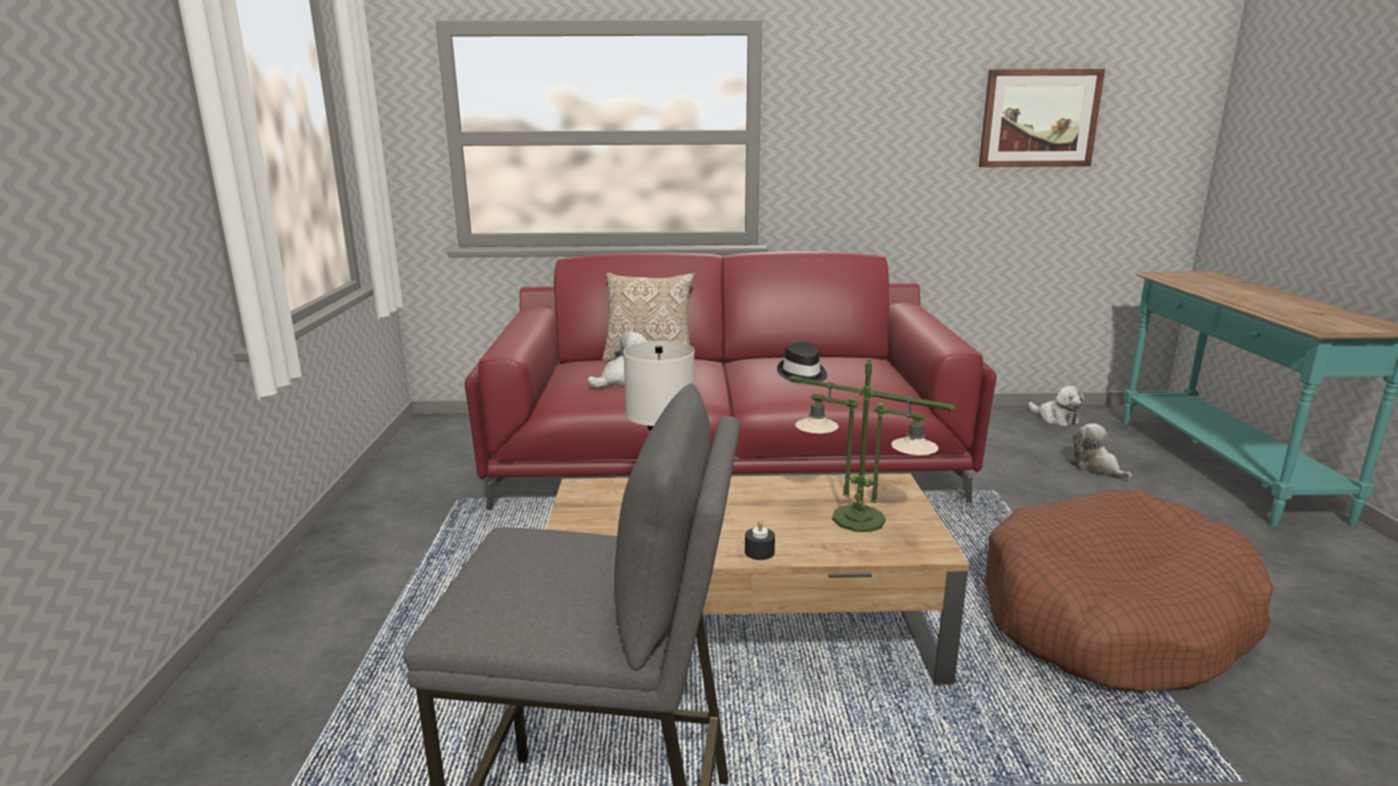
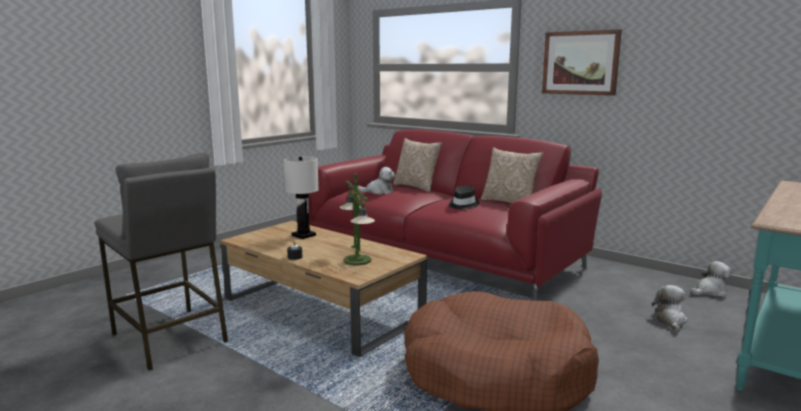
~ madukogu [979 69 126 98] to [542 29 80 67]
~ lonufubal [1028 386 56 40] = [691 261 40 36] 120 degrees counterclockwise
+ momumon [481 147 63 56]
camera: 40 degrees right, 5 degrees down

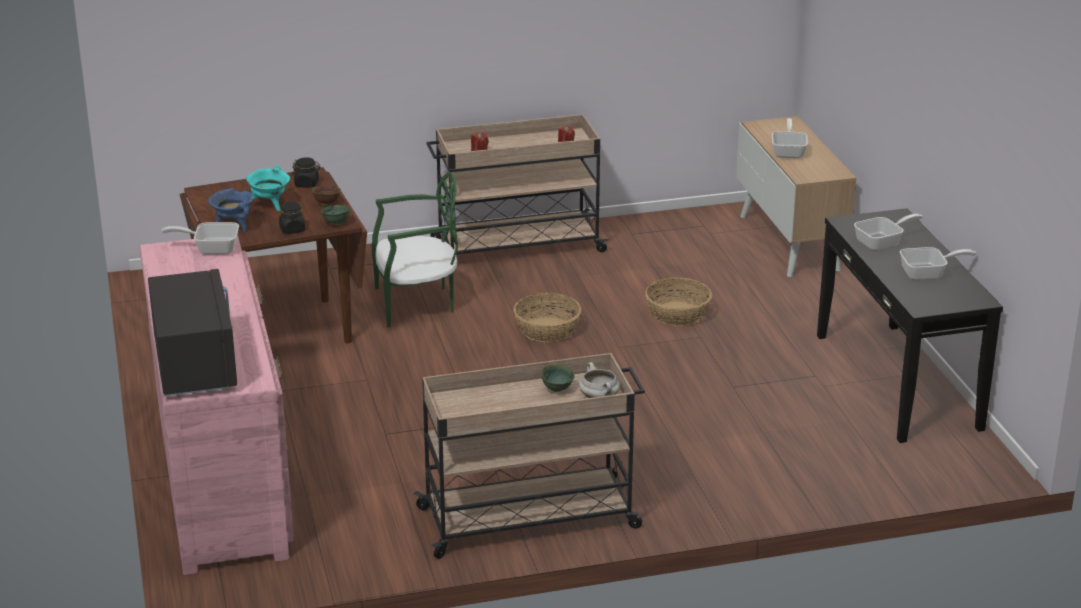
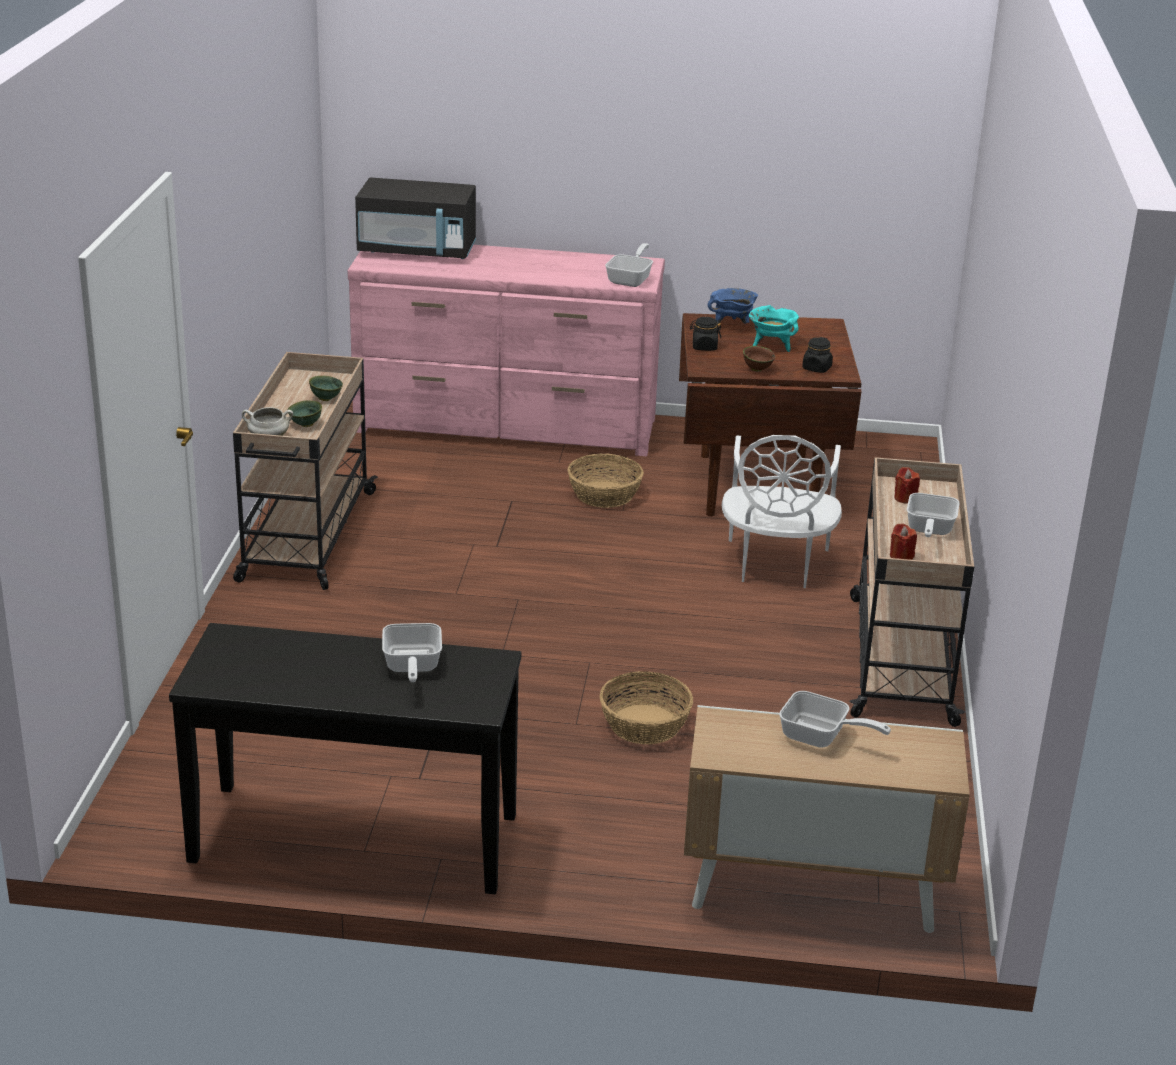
~ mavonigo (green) [321 205 29 21] to [309 376 34 25]
~ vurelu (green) [372 172 86 155] to vurelu (white) [722 435 120 153]
~ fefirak [513 293 68 50] to [568 453 76 55]
~ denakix [900 247 76 33] to [907 493 53 44]
camera: 110 degrees right, 0 degrees up

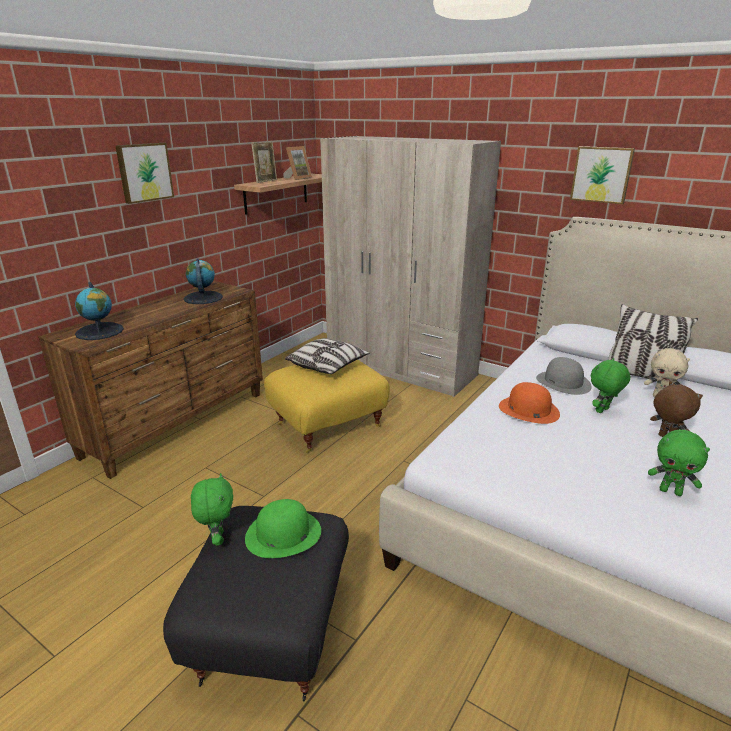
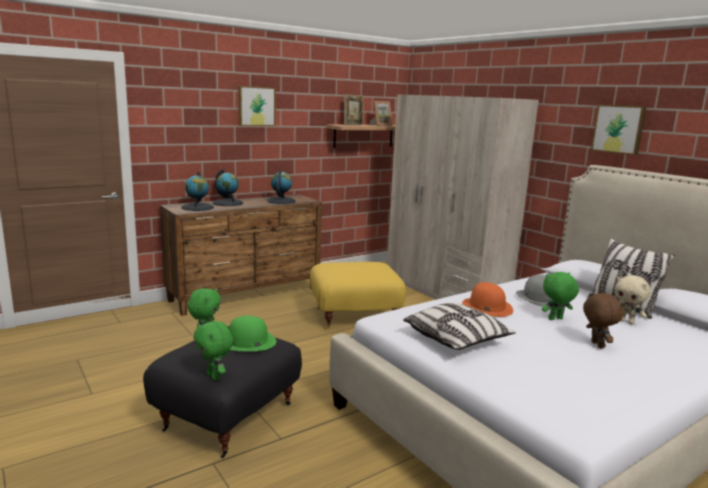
~ momumon [285 338 84 36] to [403 303 113 47]
~ lonufubal (green) [648 430 62 66] to [193 321 40 59]
+ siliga [212 169 31 37]
camera: 20 degrees right, 10 degrees down

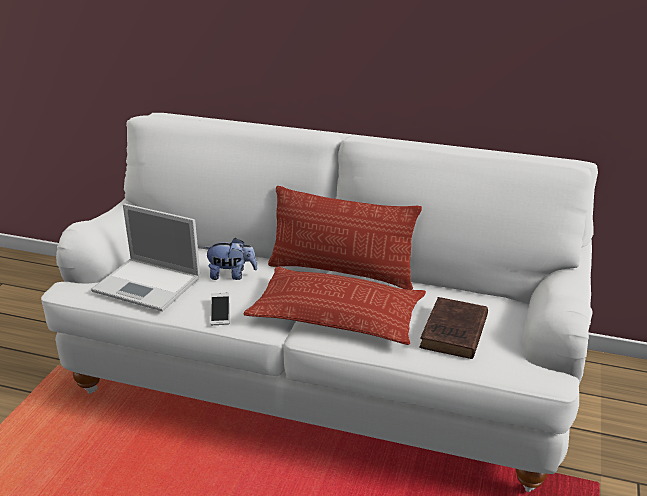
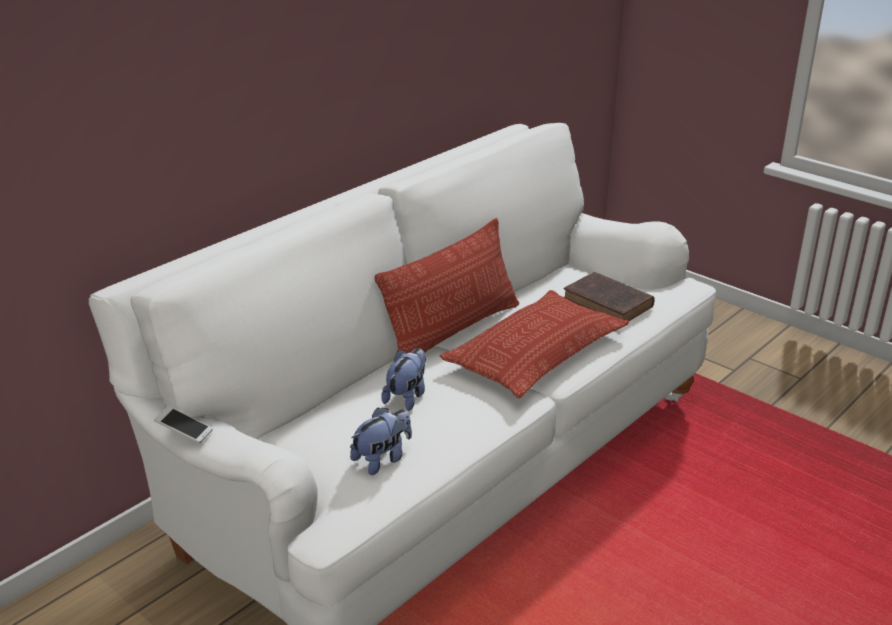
~ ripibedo [91 204 109 107] to lonufubal [350 407 62 68]
~ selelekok [210 293 20 32] to [154 406 59 38]
camera: 65 degrees left, 0 degrees up

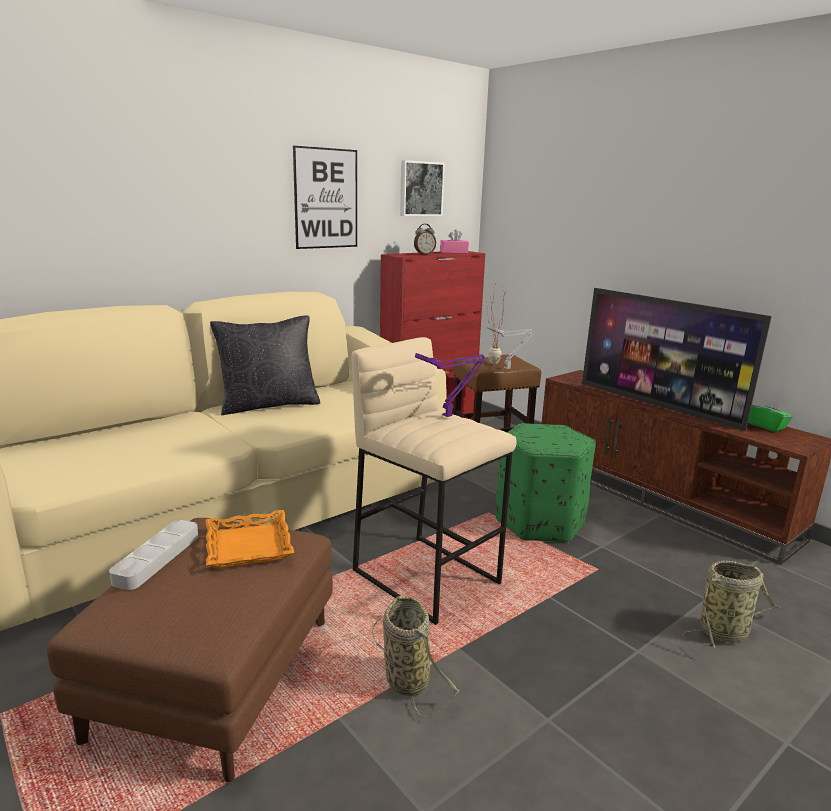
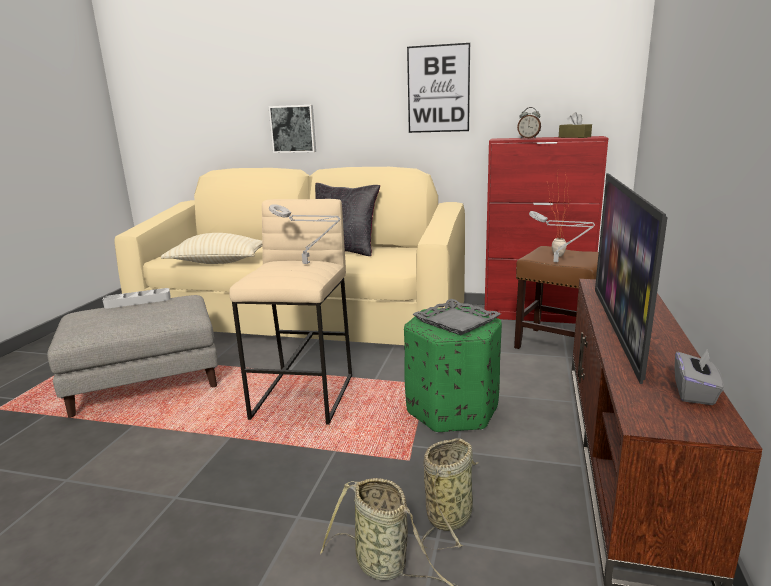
~ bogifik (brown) [47 518 286 264] to bogifik (grey) [47 295 171 123]
- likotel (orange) [206 510 88 58]
~ fefirak [372 596 88 122] to [421 438 57 112]
~ madukogu [400 160 45 56] to [268 105 48 48]
~ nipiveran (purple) [415 353 71 64] to nipiveran (grey) [269 204 71 60]
~ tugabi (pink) [440 229 29 24] to tugabi (brown) [559 112 33 26]
~ tugabi (green) [748 397 45 35] to tugabi (grey) [675 348 49 57]
+ momumon (beige) [161 233 101 31]
+ likotel (grey) [413 299 88 36]
camera: 55 degrees right, 0 degrees up

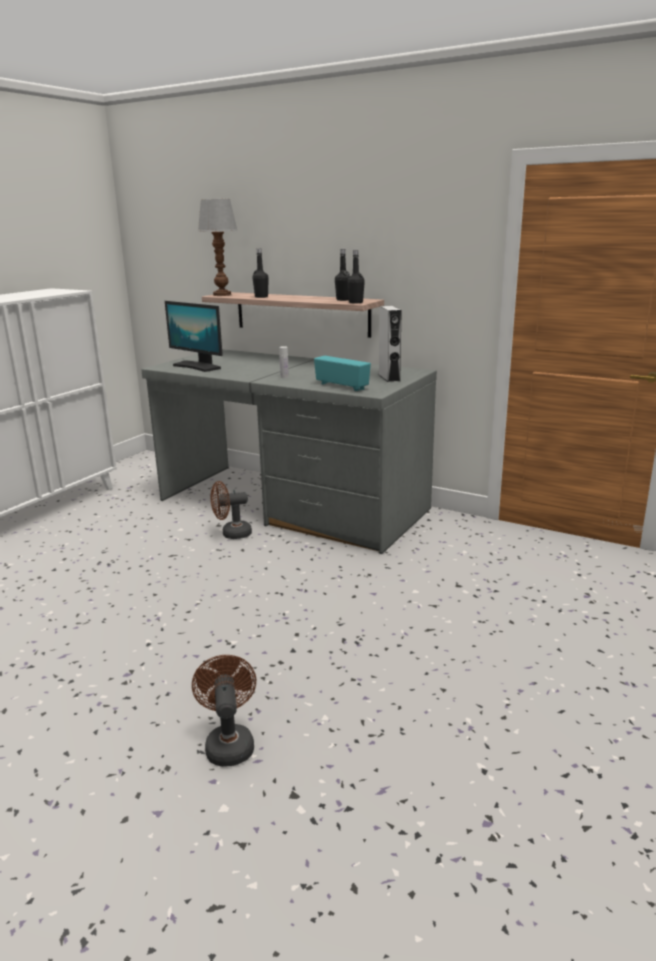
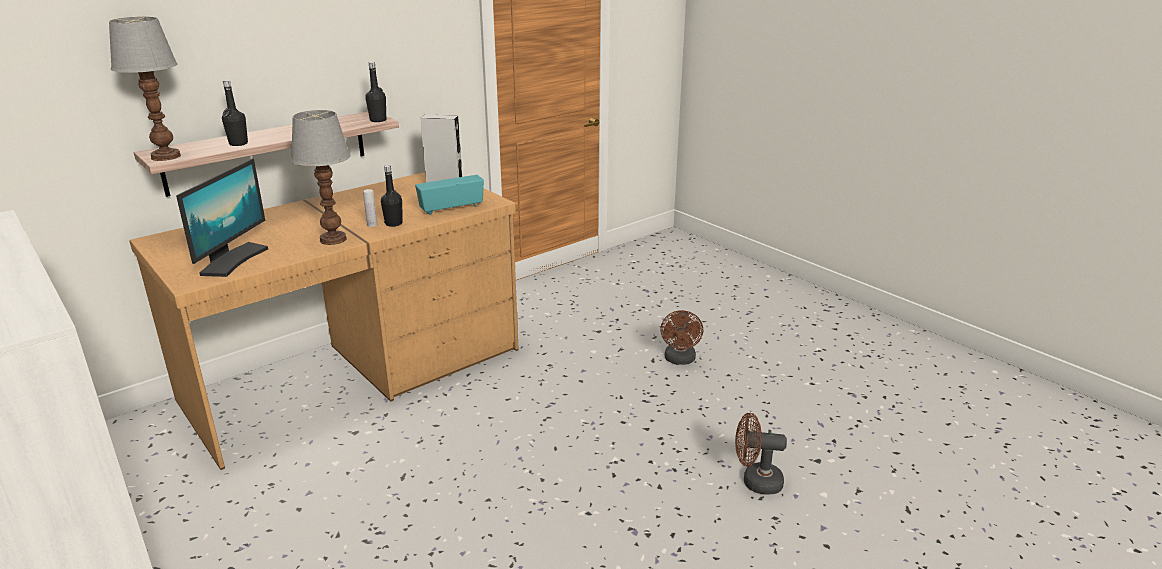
~ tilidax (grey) [141 349 296 205] to tilidax (brown) [129 172 390 298]
~ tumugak [165 301 58 71] = [176 158 92 119] 45 degrees counterclockwise
~ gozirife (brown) [210 481 42 58] to [660 310 43 55]
~ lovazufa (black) [335 249 15 52] to [381 165 22 62]
+ nipiveran [291 110 60 135]
camera: 70 degrees left, 5 degrees up

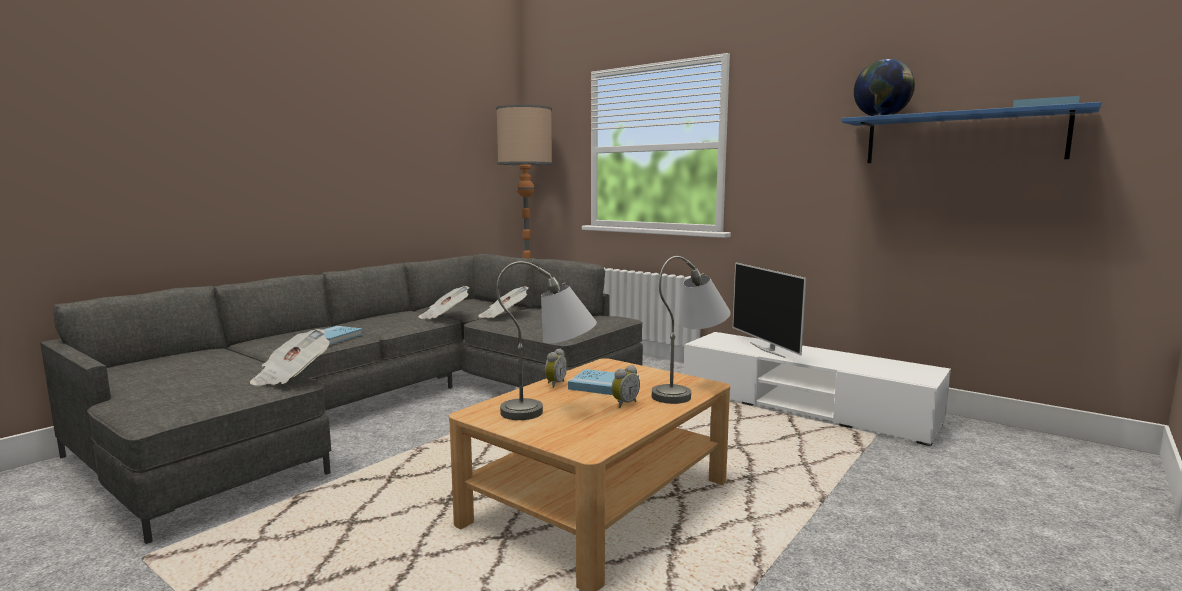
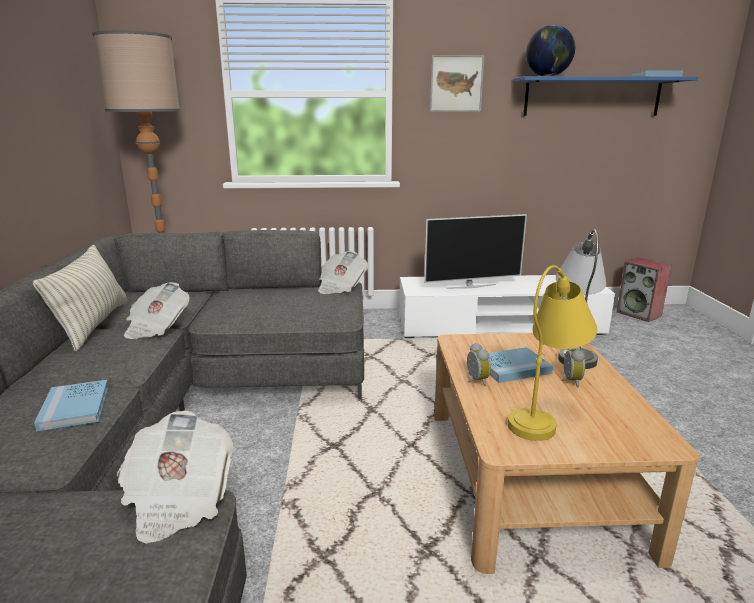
~ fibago [478 286 51 32] to [318 251 50 43]
~ nipiveran (grey) [497 261 100 159] to nipiveran (yellow) [508 265 89 176]
~ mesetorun [733 263 73 95] = [424 214 103 75] 45 degrees counterclockwise
+ momumon [33 245 94 107]
+ madukogu [430 55 55 57]
+ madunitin [616 258 56 64]
camera: 40 degrees left, 10 degrees up

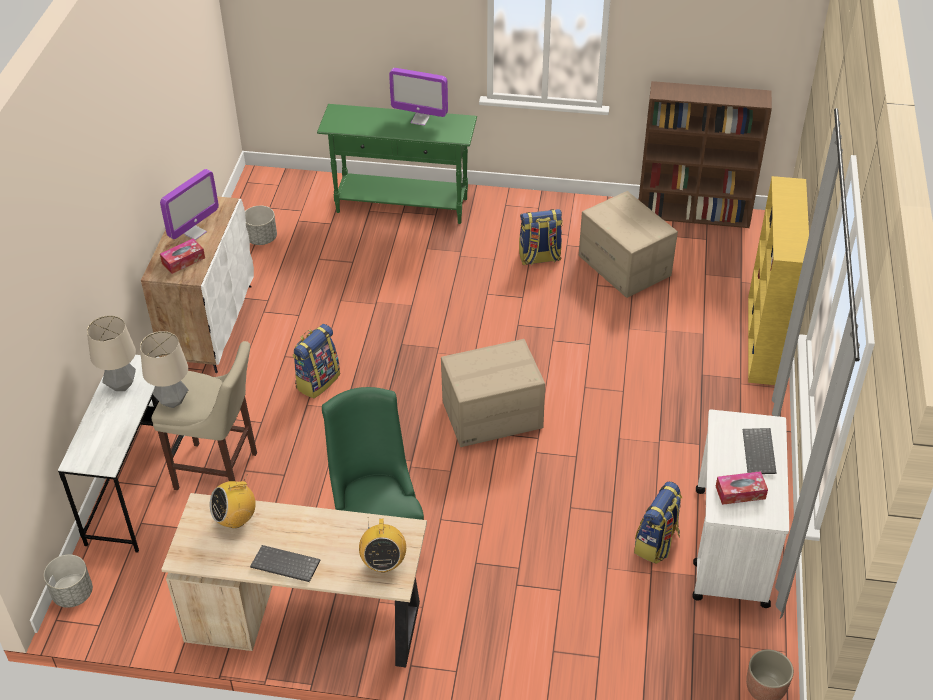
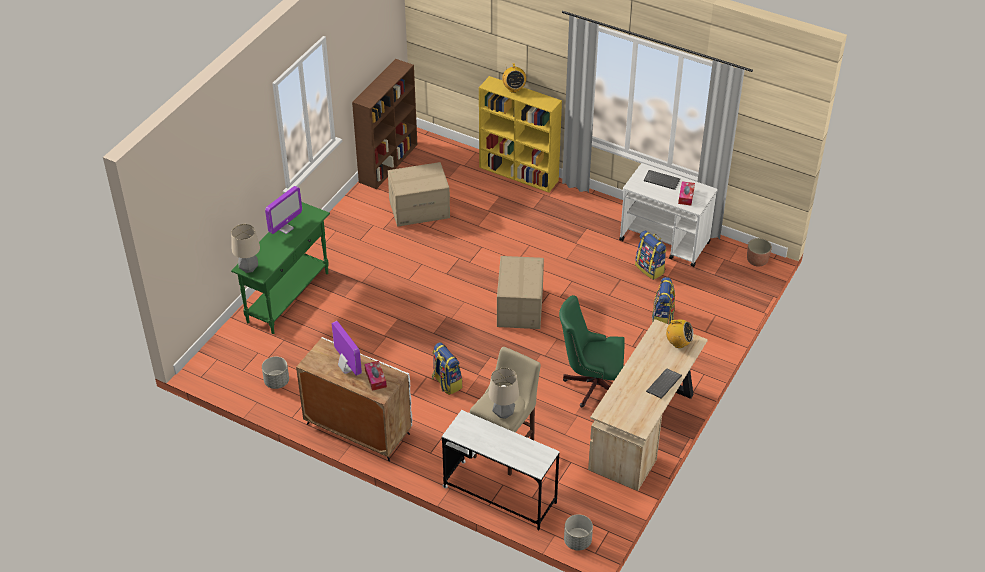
~ nipiveran [87 315 49 76] to [231 224 29 49]
~ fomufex [210 474 46 54] to [502 63 24 30]
~ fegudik [519 209 44 57] to [652 277 23 47]
camera: 70 degrees left, 0 degrees up

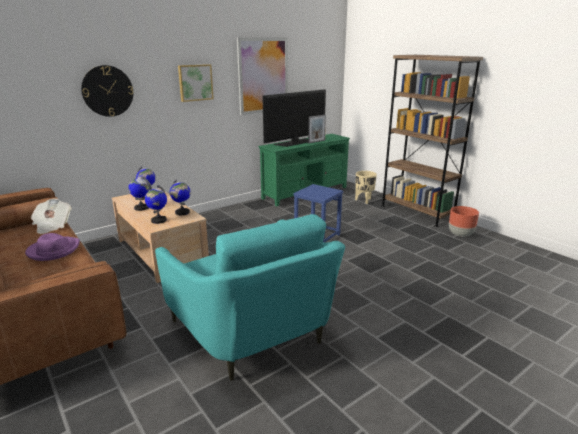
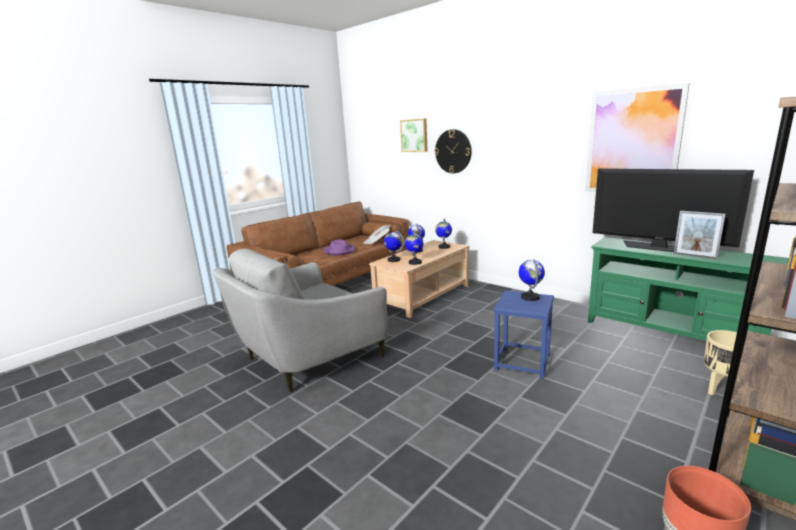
~ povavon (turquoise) [155 214 190 167] to povavon (grey) [213 249 175 143]
~ madukogu [178 64 36 38] to [400 119 27 33]
+ siliga [519 259 26 42]
camera: 80 degrees right, 5 degrees down

